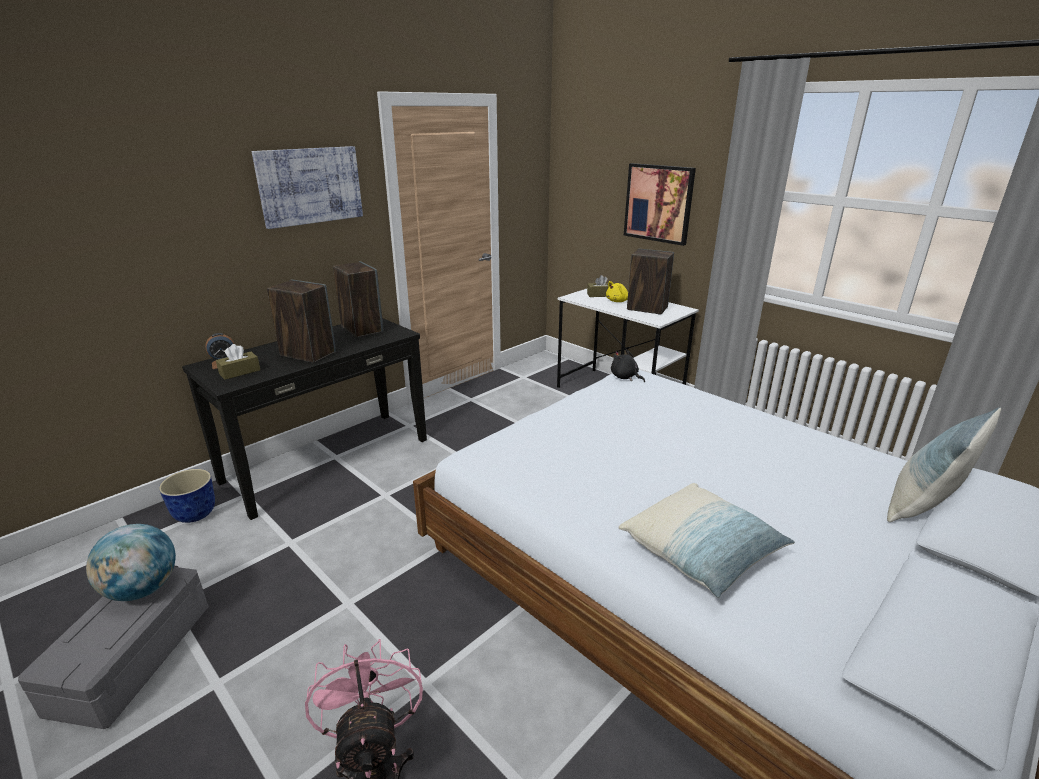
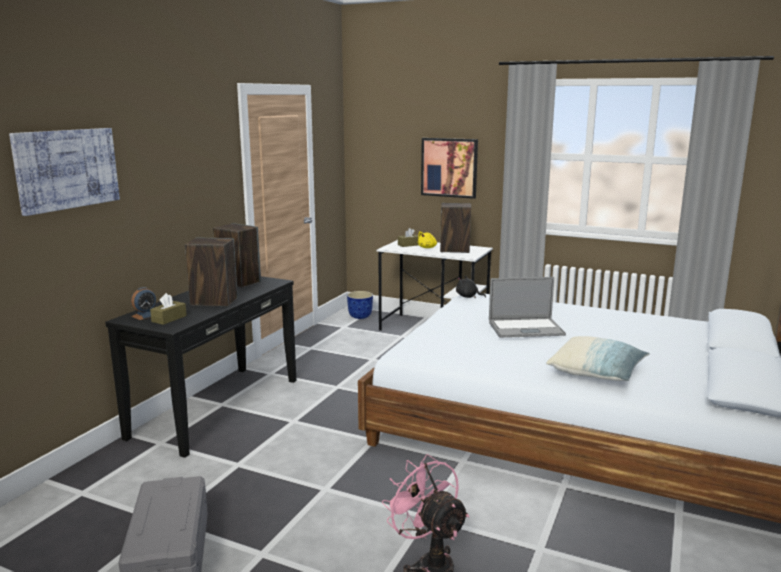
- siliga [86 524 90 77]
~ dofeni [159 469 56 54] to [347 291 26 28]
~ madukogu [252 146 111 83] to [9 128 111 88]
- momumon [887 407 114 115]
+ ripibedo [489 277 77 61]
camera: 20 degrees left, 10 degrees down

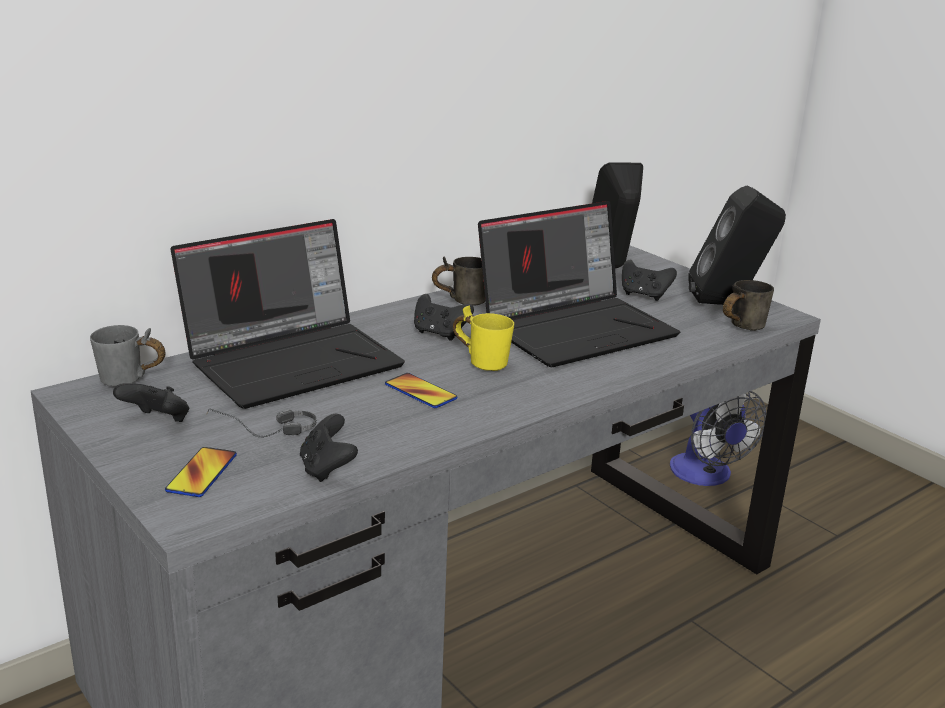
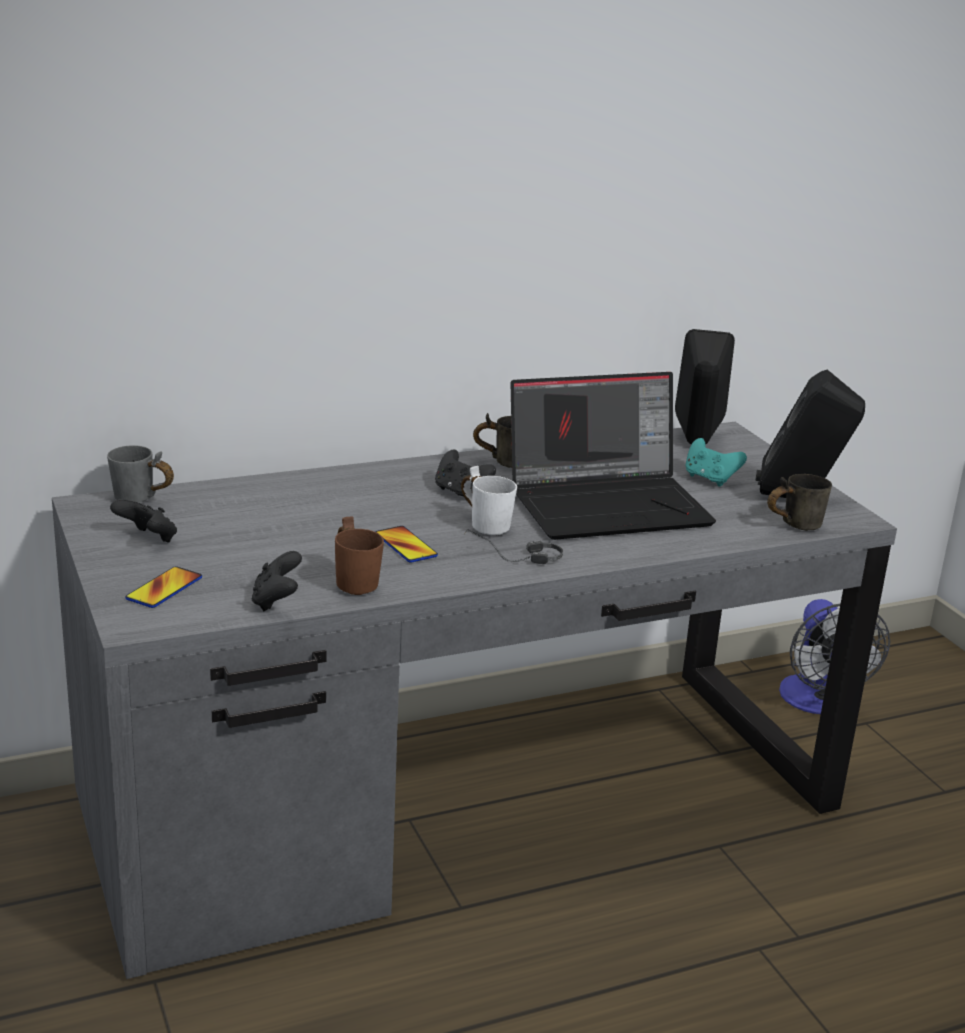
- ripibedo [171 219 234 190]
~ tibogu [206 409 111 28] to [464 529 99 35]
~ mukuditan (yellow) [453 306 61 65] to mukuditan (white) [461 466 56 70]
~ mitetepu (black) [622 260 55 41] to mitetepu (turquoise) [686 438 61 48]
+ mukuditan (brown) [335 517 49 78]
camera: 15 degrees right, 0 degrees up

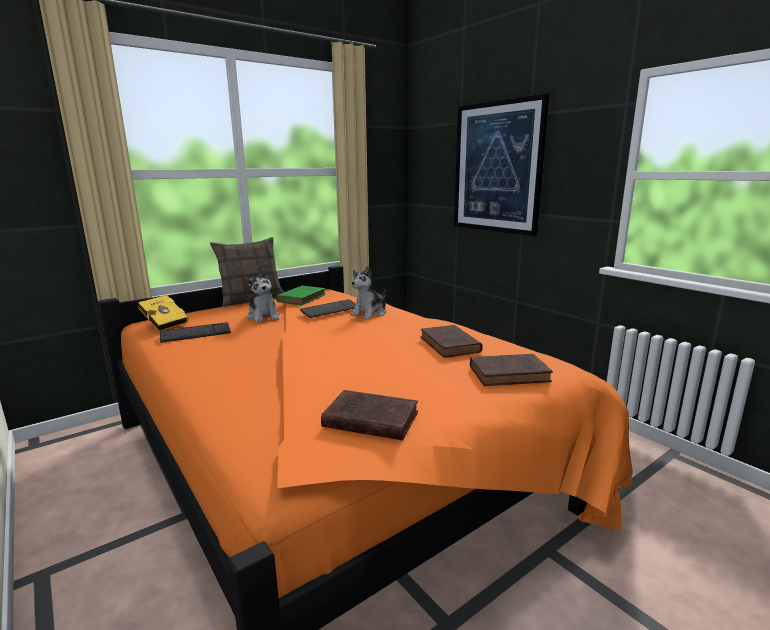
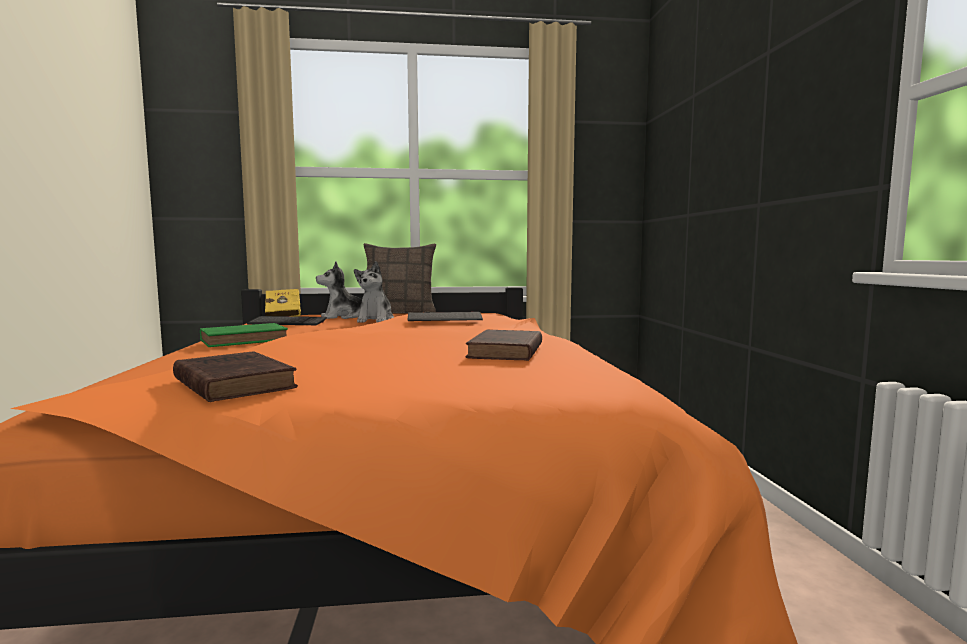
~ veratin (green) [276 286 50 19] to [200 323 88 24]
~ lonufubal [350 266 36 54] to [316 261 46 58]
- madukogu [454 93 95 143]
- veratin (brown) [470 354 83 32]
camera: 30 degrees right, 10 degrees down

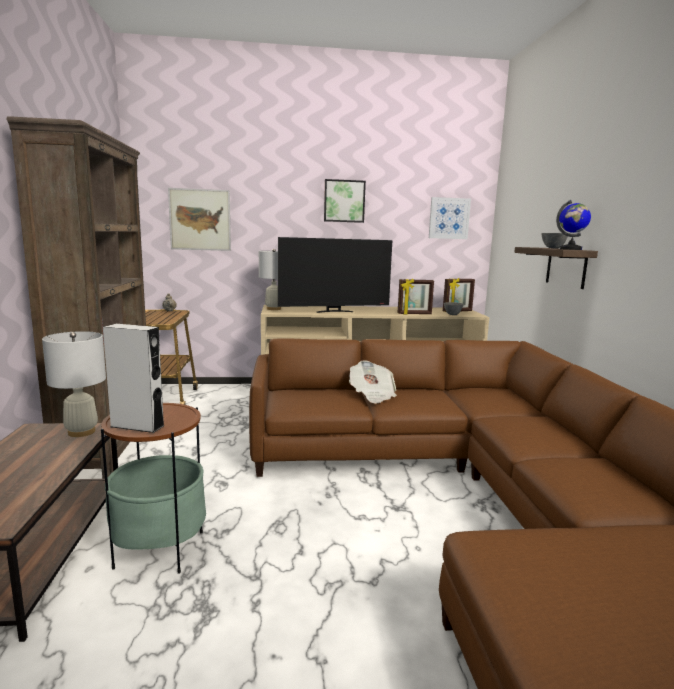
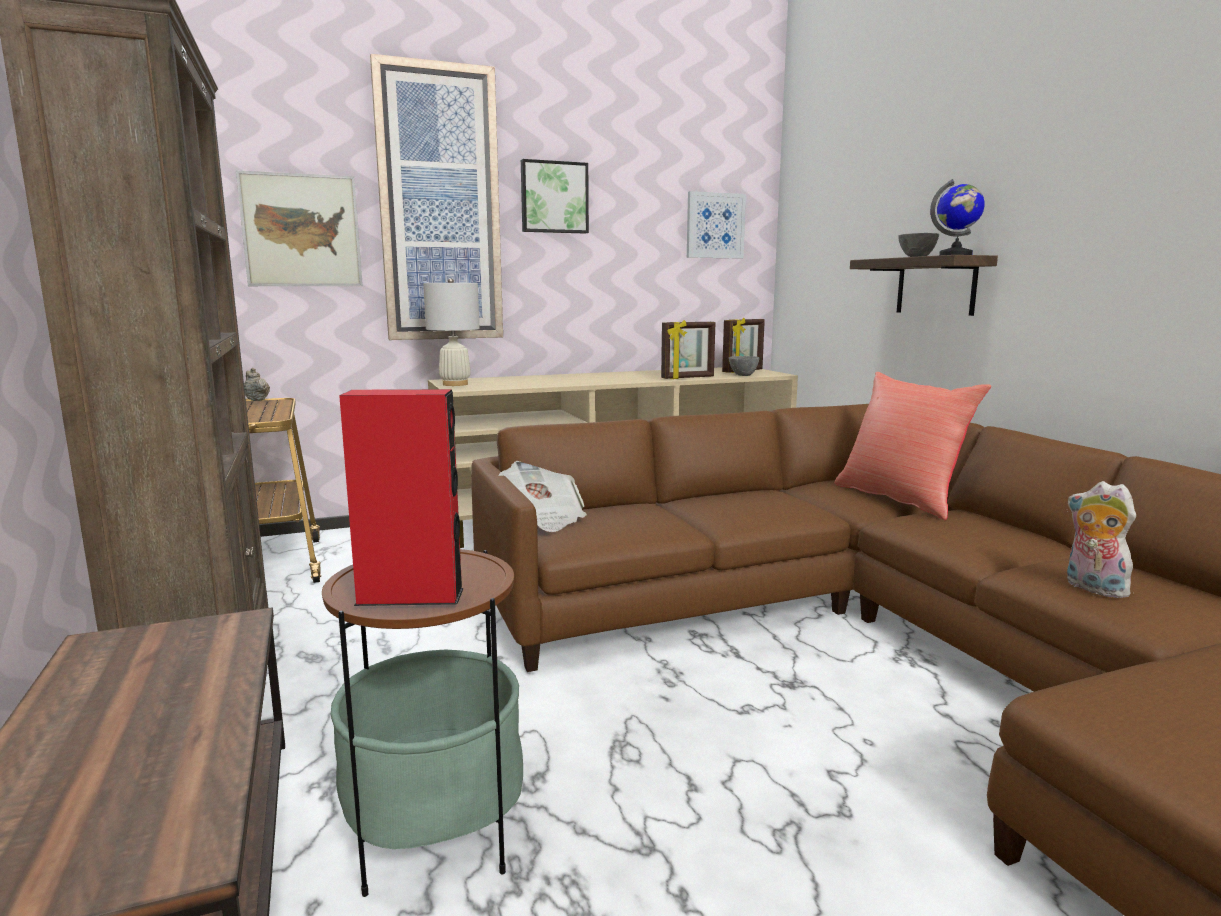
- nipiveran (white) [42 331 64 106]
~ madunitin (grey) [103 324 62 109] to madunitin (red) [339 389 125 217]
- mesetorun [278 237 114 76]
~ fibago [349 361 48 43] to [498 461 89 71]
+ madukogu [370 54 133 286]
+ momumon (red) [835 372 156 148]
+ lonufubal [1067 481 69 117]
camera: 15 degrees left, 0 degrees up

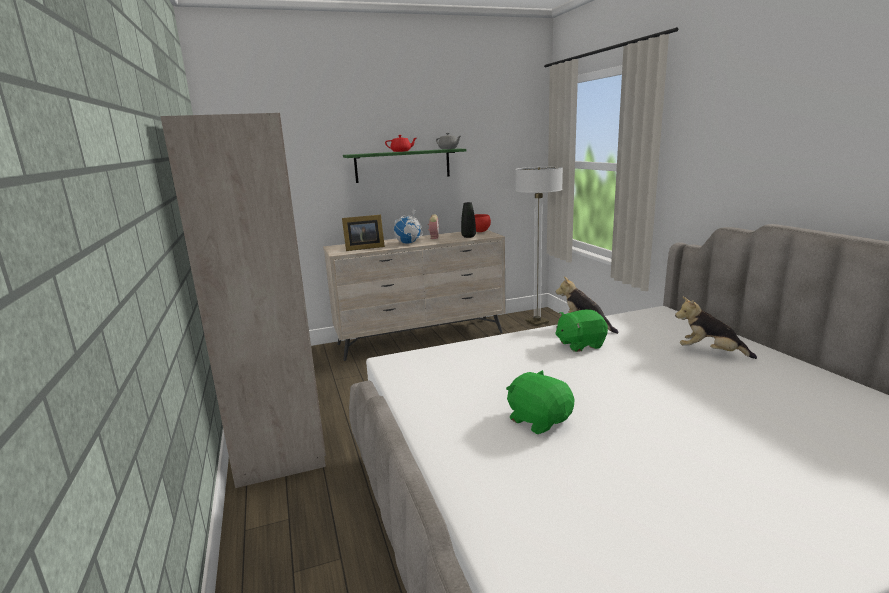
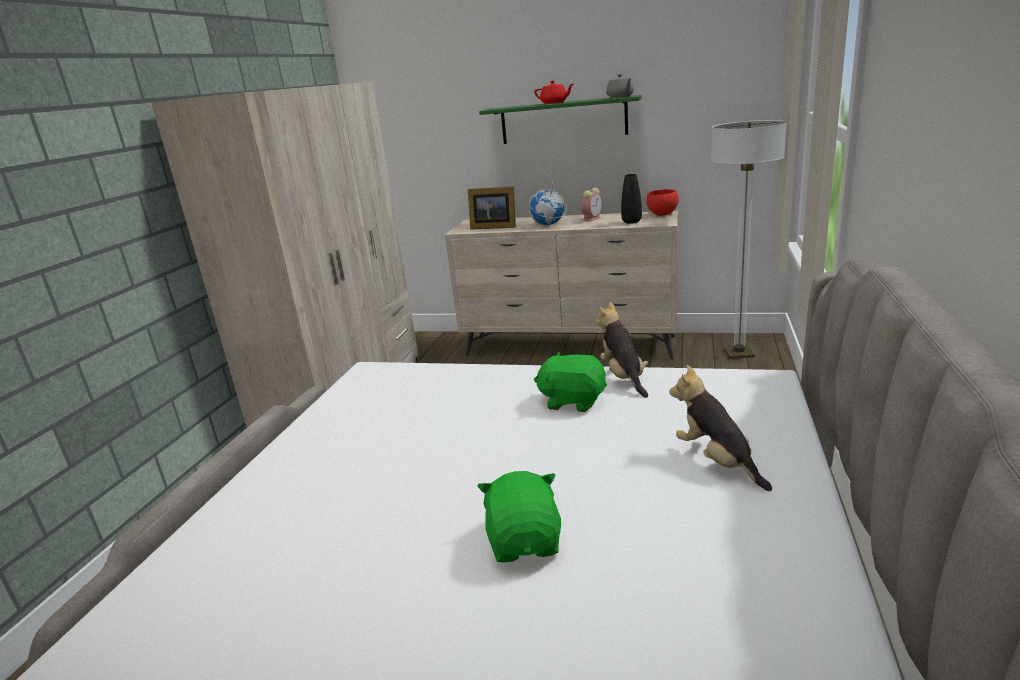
~ lonufubal (green) [506 370 69 64] to [477 471 84 92]
camera: 35 degrees right, 5 degrees up

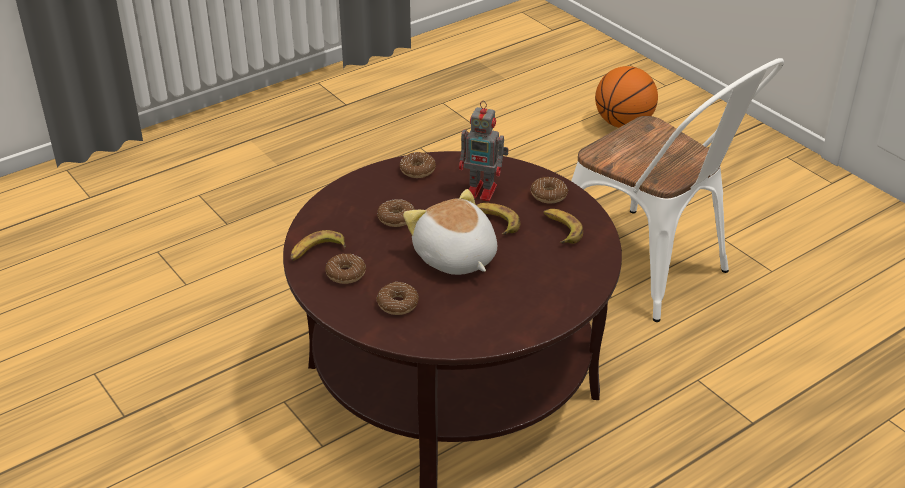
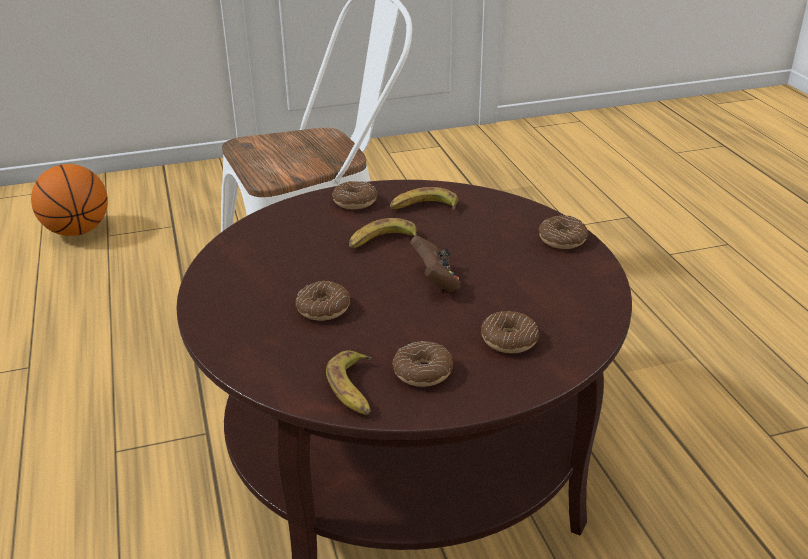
~ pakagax [400 152 36 26] to [539 216 50 33]
~ lonufubal [403 189 94 86] to mitetepu (brown) [410 236 50 56]
- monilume [459 101 50 100]
camera: 70 degrees left, 5 degrees down

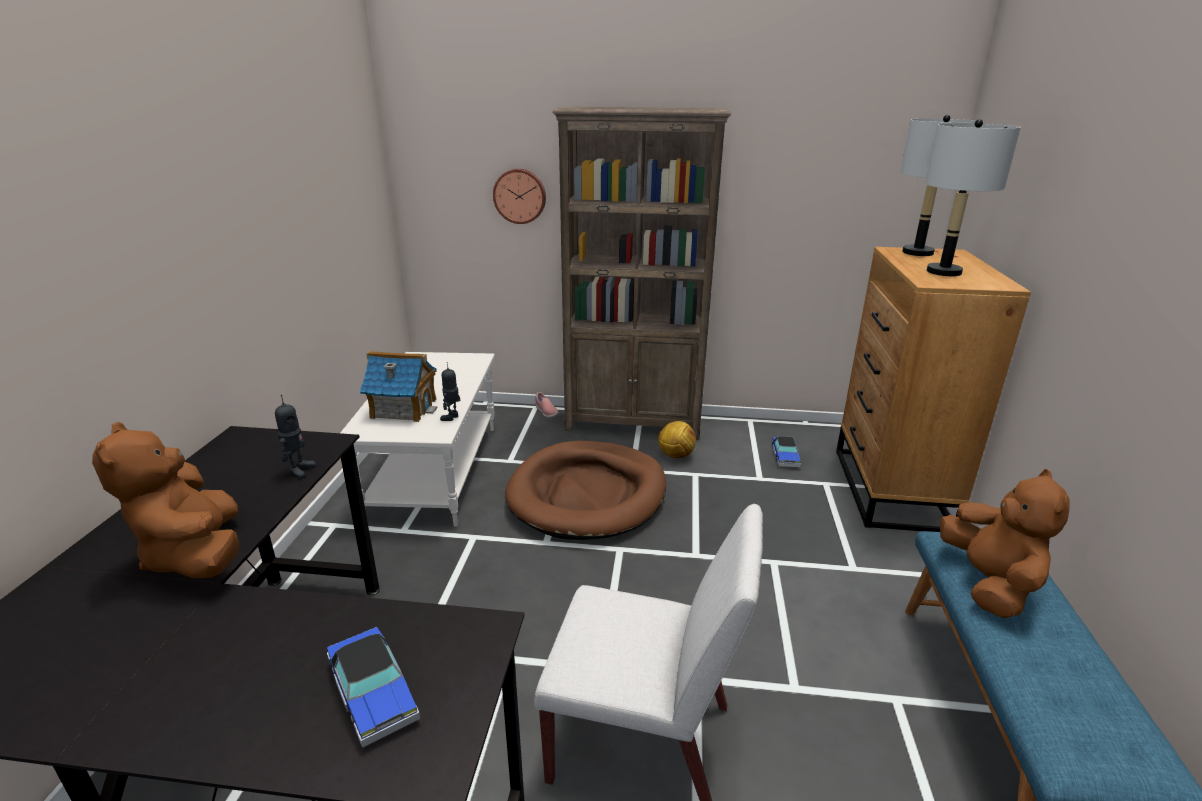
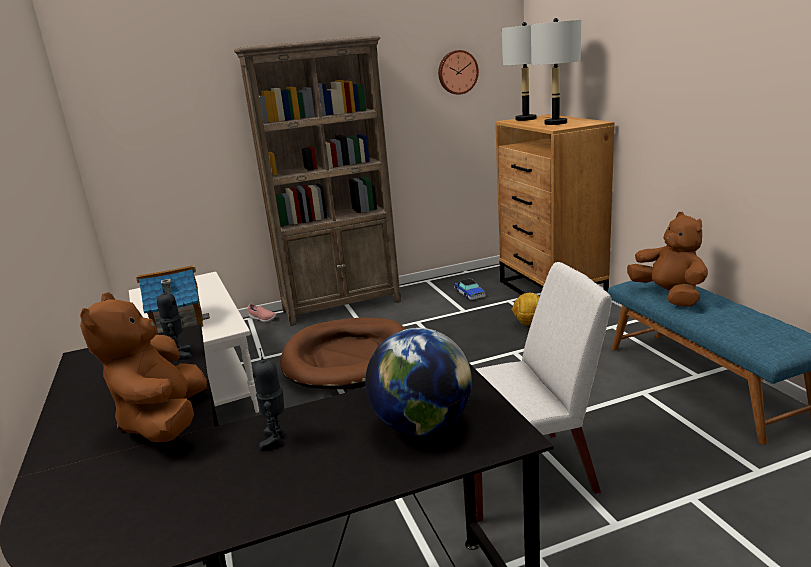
~ lonufubal (brown) [92 422 148 157] = [80 292 127 150] 45 degrees clockwise
~ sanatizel [327 627 93 121] to siliga [365 328 107 108]
~ monilume [440 362 21 59] to [253 348 31 103]
~ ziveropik [493 169 53 55] to [438 50 41 45]
~ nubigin [658 421 38 37] to [512 293 28 33]
camera: 25 degrees left, 5 degrees down

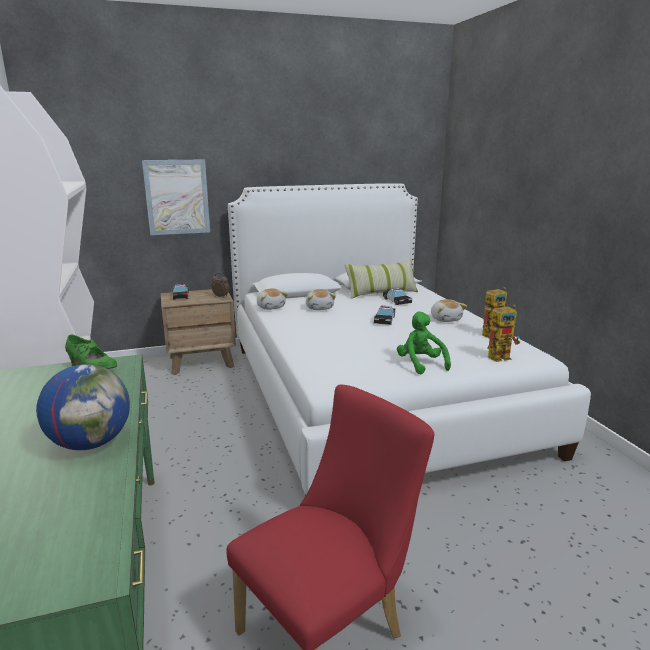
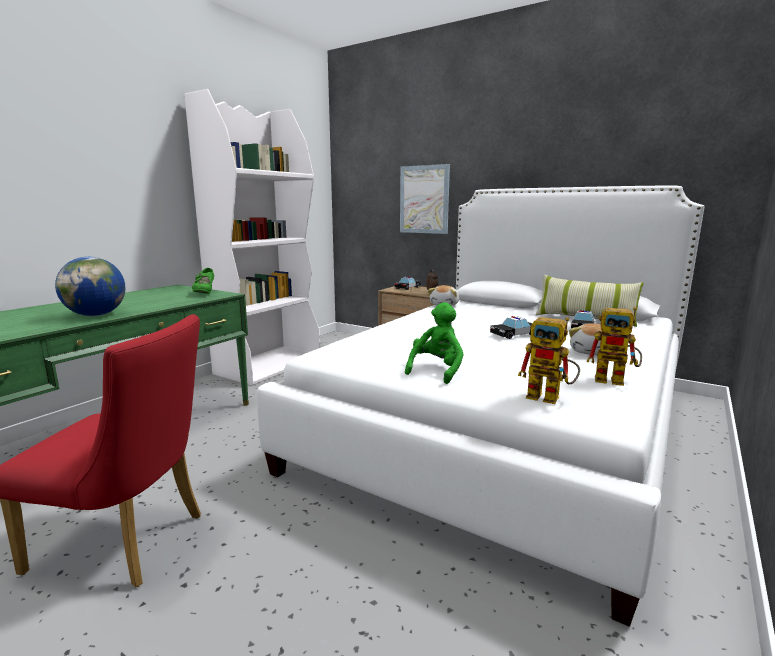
- lonufubal [306 289 30 21]
camera: 50 degrees right, 5 degrees down

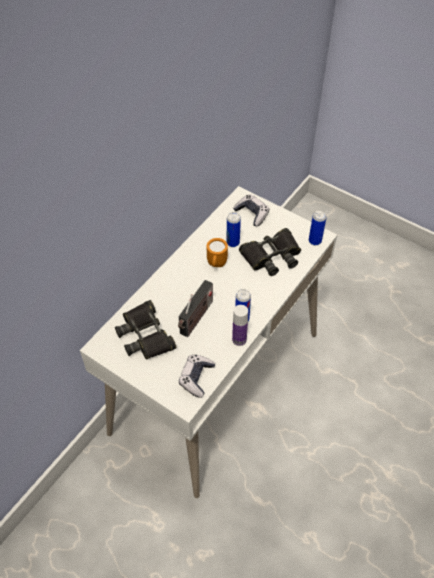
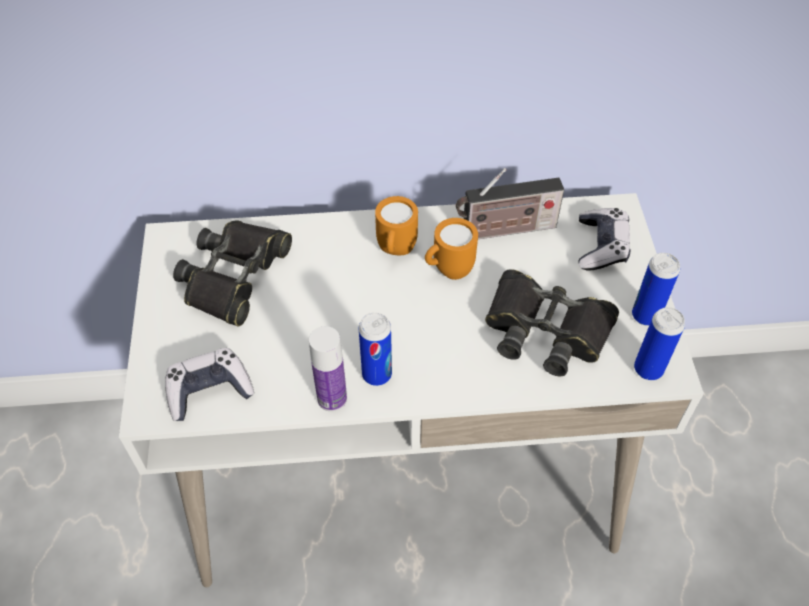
~ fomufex [178 280 35 57] to [456 168 108 71]
~ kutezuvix [226 212 15 35] to [632 253 48 73]
+ mukuditan (orange) [375 196 43 59]
camera: 50 degrees right, 0 degrees up

